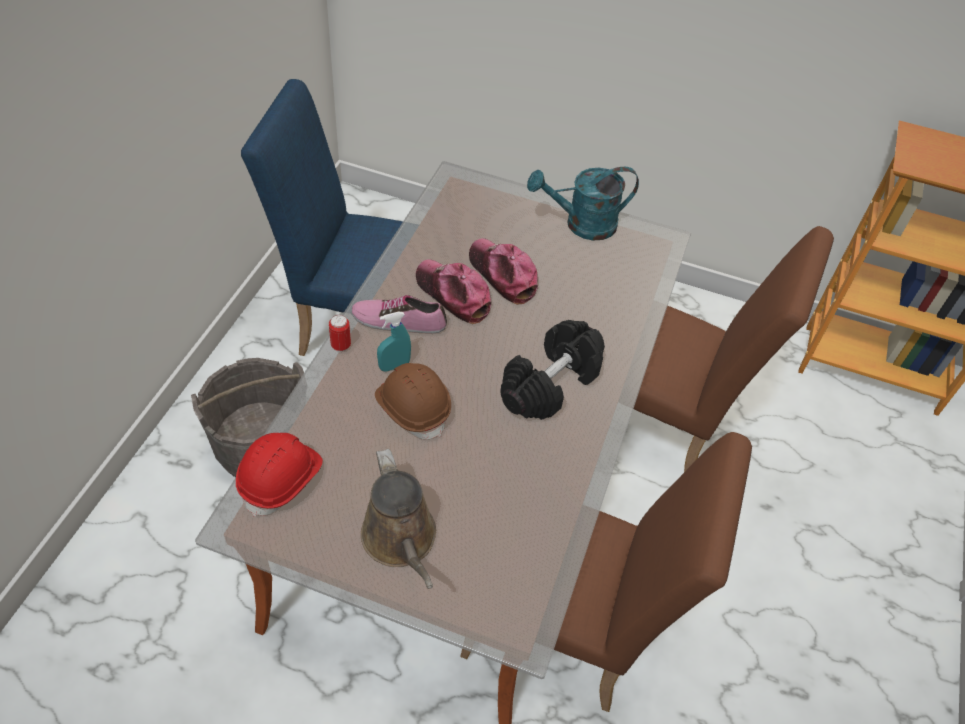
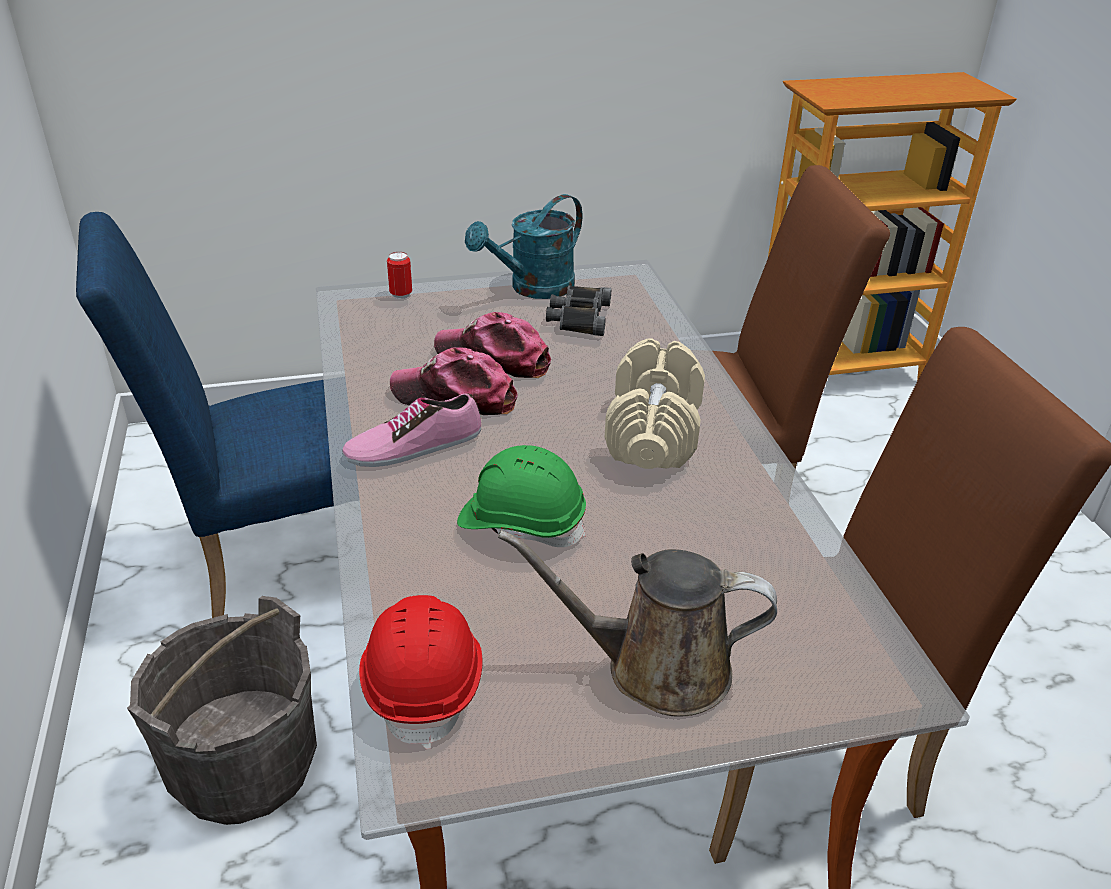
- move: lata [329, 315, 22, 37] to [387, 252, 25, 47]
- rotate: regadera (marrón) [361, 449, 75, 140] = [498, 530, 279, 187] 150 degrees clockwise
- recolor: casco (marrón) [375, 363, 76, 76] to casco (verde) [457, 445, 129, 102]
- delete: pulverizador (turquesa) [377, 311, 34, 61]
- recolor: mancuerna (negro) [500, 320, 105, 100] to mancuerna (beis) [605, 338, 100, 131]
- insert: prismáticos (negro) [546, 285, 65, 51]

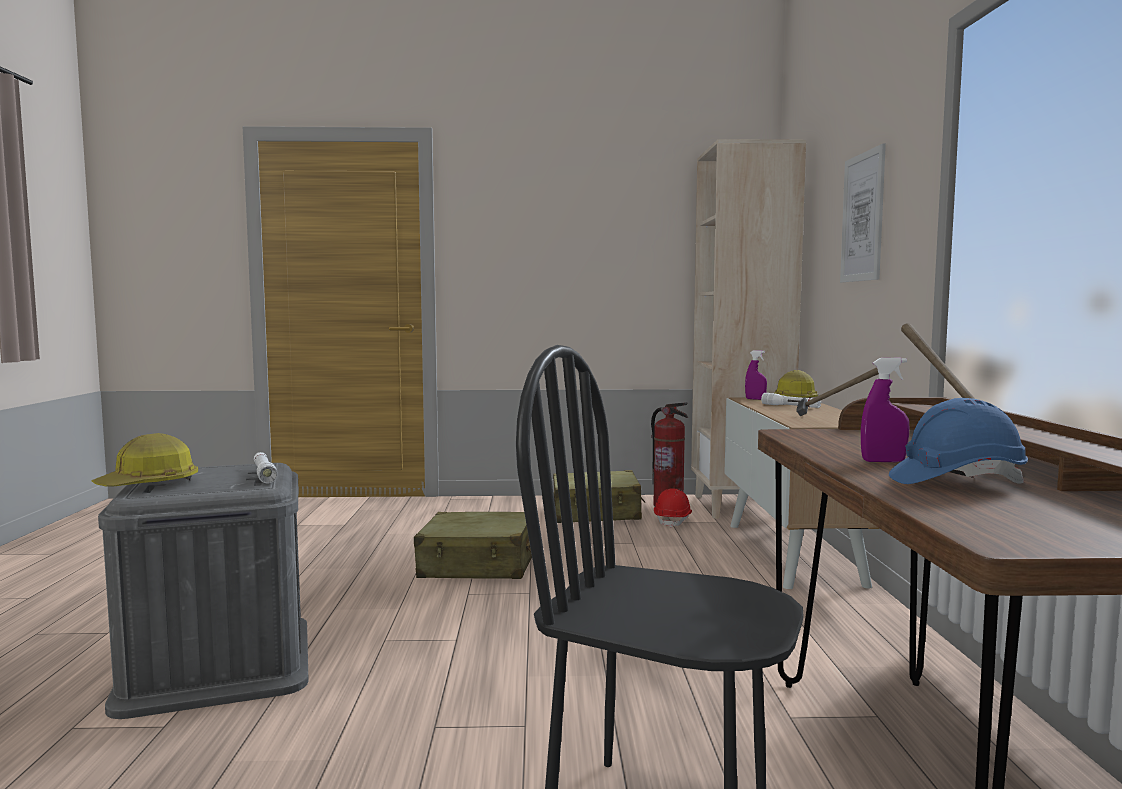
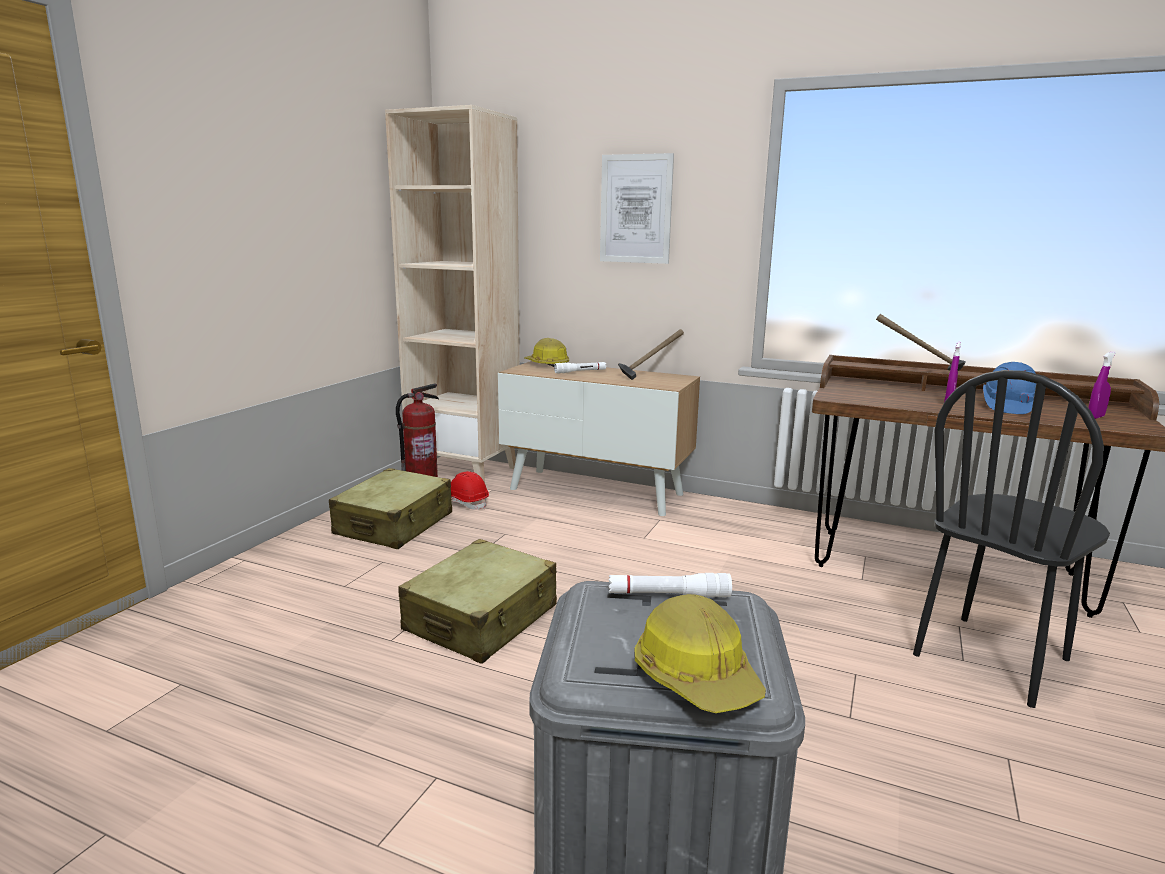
- move: pulverizador (morado) [745, 350, 22, 50] to [1088, 351, 28, 68]

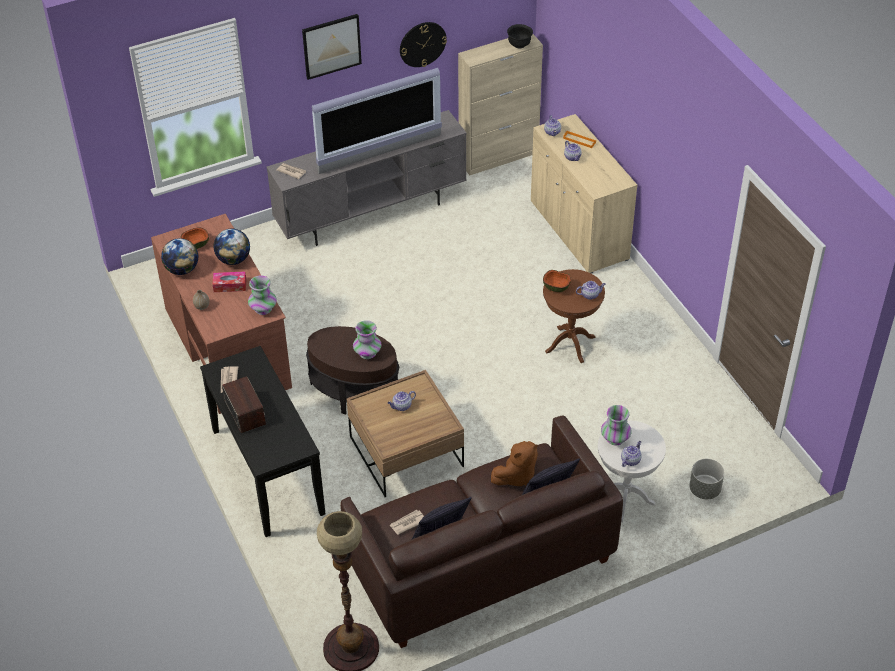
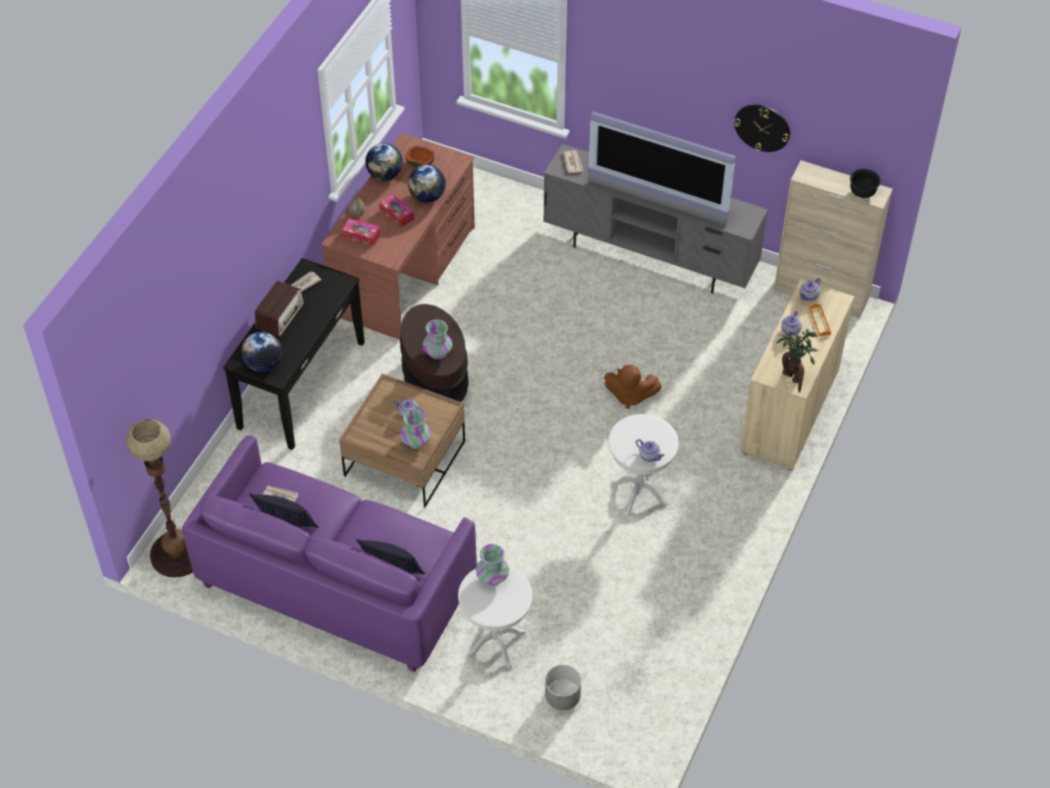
- move: florero [248, 276, 29, 39] to [400, 409, 31, 40]
- delete: cuadro [302, 14, 60, 66]
- recolor: sofá (marrón) [340, 415, 283, 233] to sofá (morado) [182, 435, 295, 237]
- move: peluche (marrón) [491, 441, 47, 45] to [604, 365, 58, 44]
- recolor: mesa auxiliar (marrón) [543, 269, 62, 94] to mesa auxiliar (blanco) [609, 414, 70, 102]
- delete: cuenco [543, 270, 28, 22]
- delete: tetera [621, 441, 21, 26]
- insert: globo terráqueo [241, 332, 41, 40]
- insert: caja de pañuelos [342, 219, 38, 27]
- insert: planta en maceta [776, 328, 42, 64]

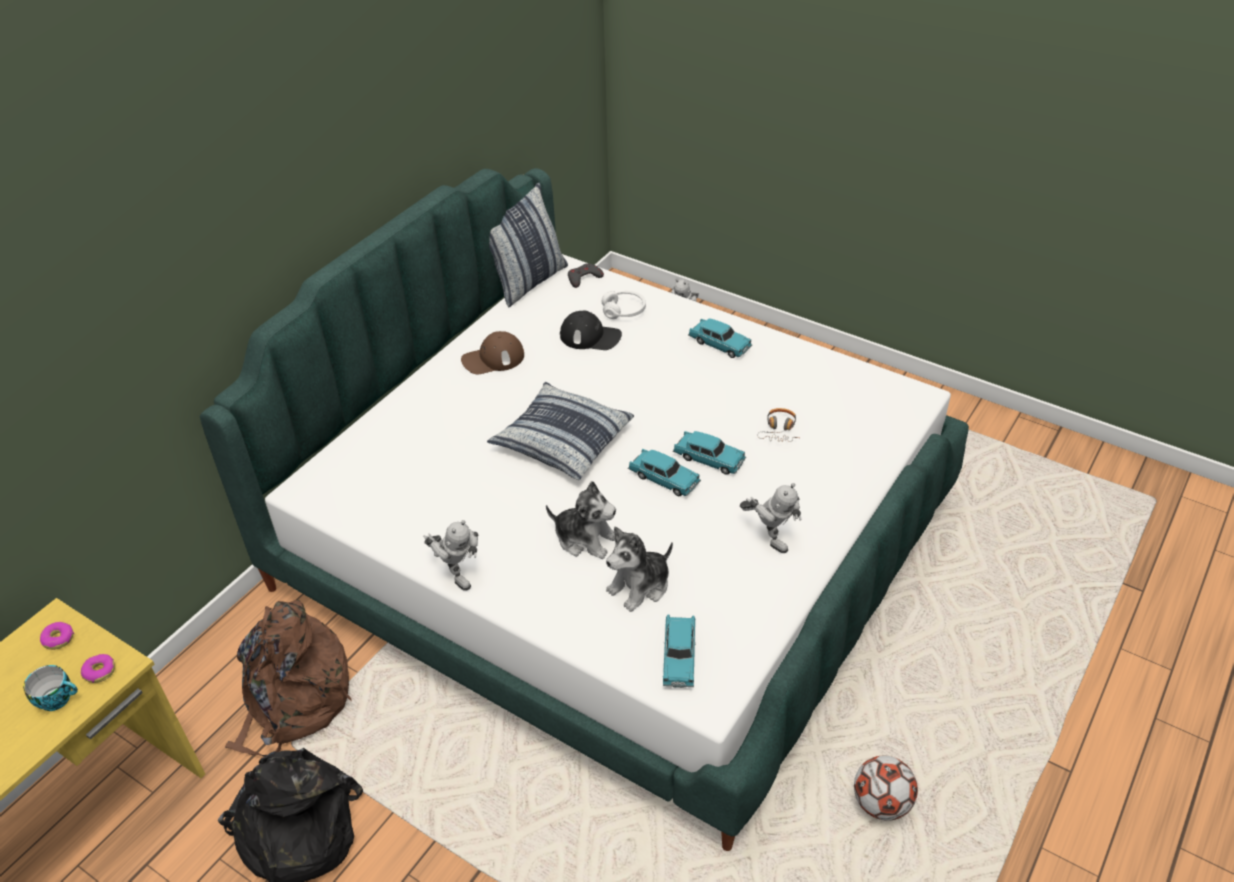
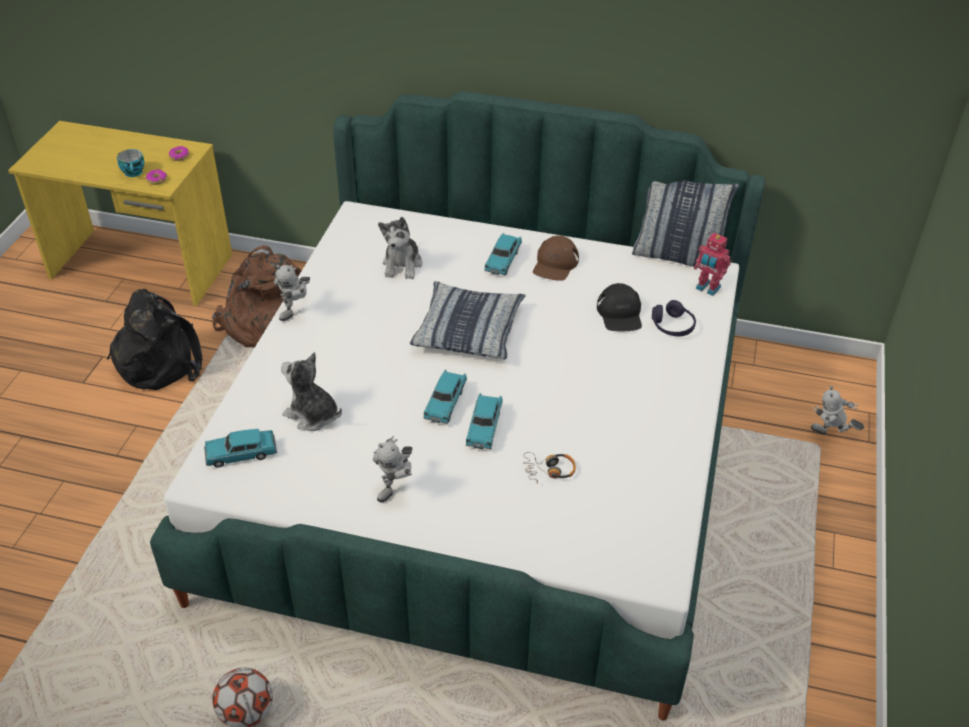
- rotate: gorra (marrón) [461, 331, 63, 43] = [533, 236, 46, 45] 120 degrees counterclockwise
- move: peluche [546, 481, 70, 78] to [378, 217, 44, 62]
- replace: mando de consola (gris) [568, 263, 36, 25] to robot de juguete [694, 233, 37, 63]
- recolor: auriculares (blanco) [602, 291, 44, 28] to auriculares (morado) [652, 300, 44, 37]
- move: coche de juguete (turquesa) [688, 318, 64, 40] to [484, 233, 38, 42]

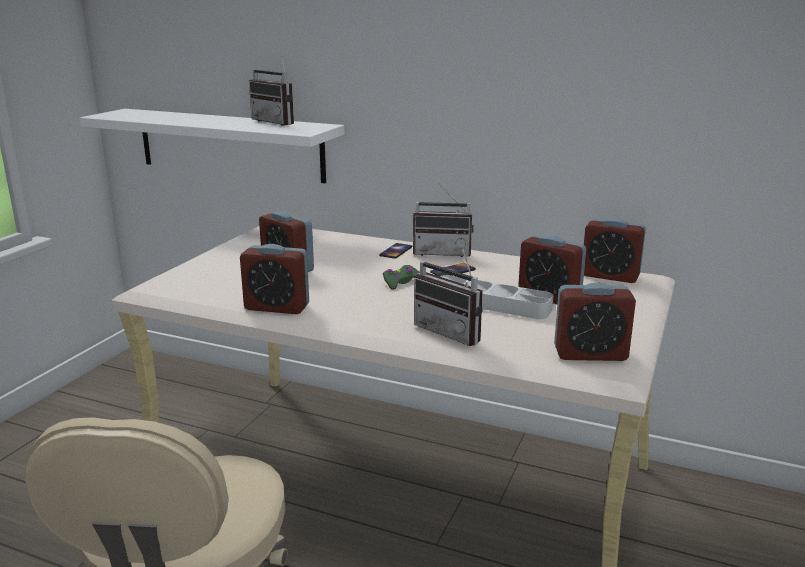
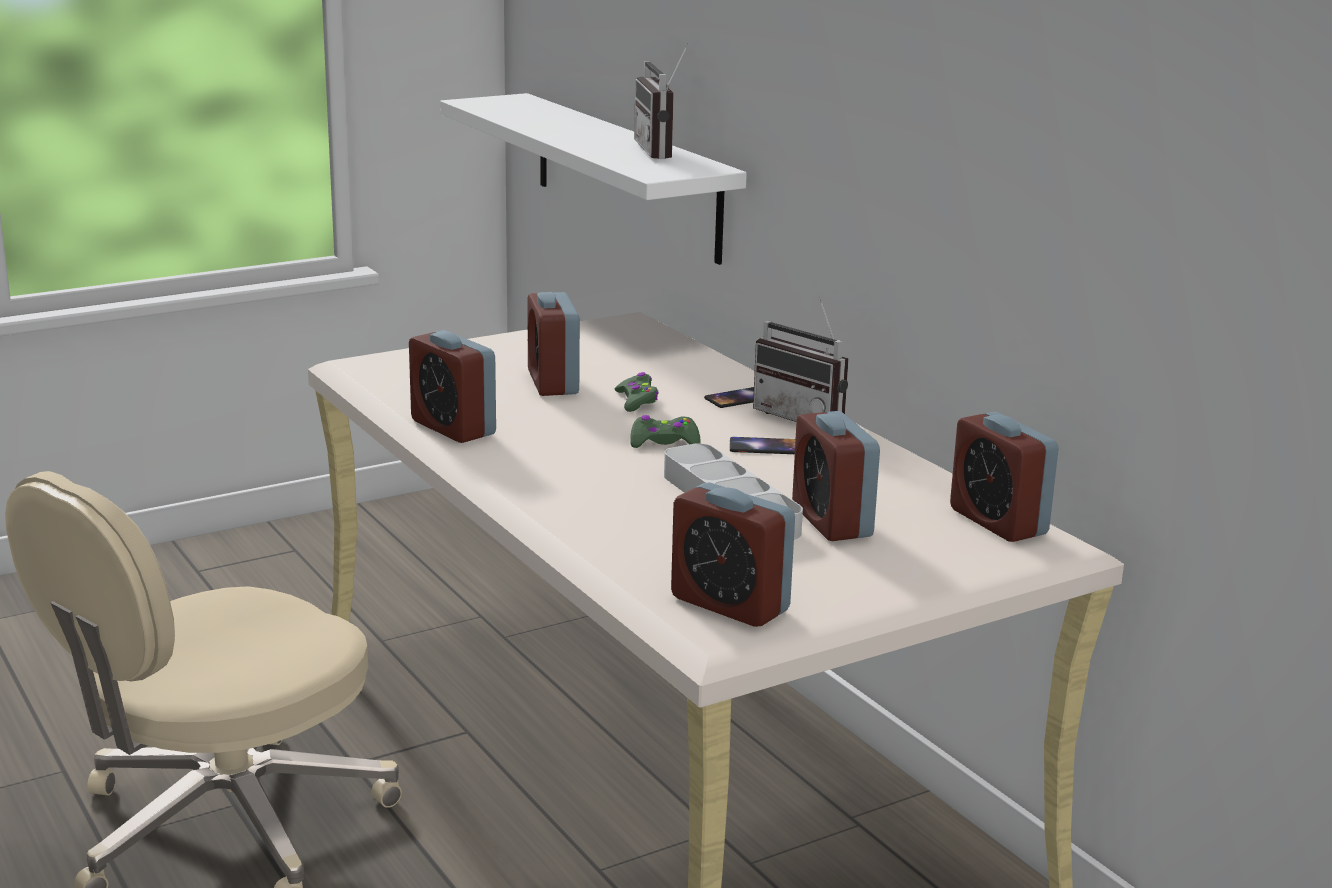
- delete: radio [414, 243, 69, 103]
- insert: mando de consola (verde) [614, 372, 44, 40]

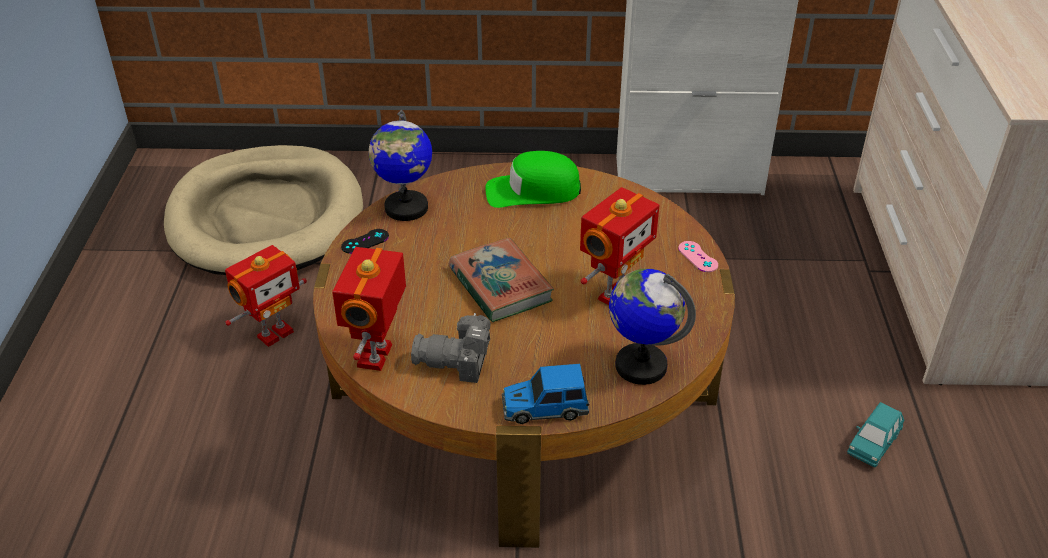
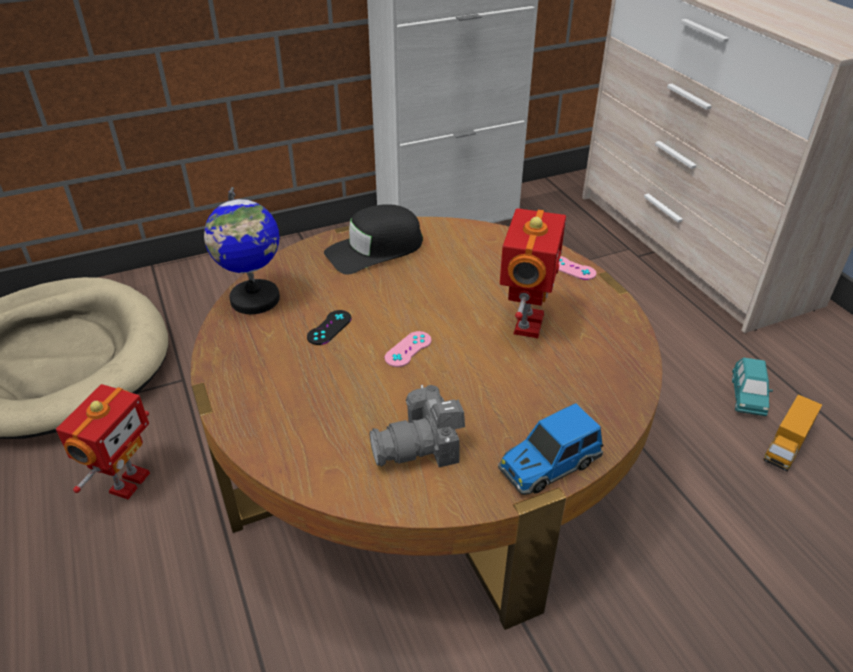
- delete: robot de juguete [332, 247, 74, 124]
- move: mando de consola (negro) [341, 229, 48, 25] to [307, 310, 45, 35]
- replace: libro [449, 238, 105, 84] to mando de consola (rosa) [385, 331, 47, 36]
- recolor: gorra (verde) [485, 151, 96, 57] to gorra (negro) [324, 204, 99, 70]
- delete: globo terráqueo [609, 269, 87, 116]
- insert: camión de juguete [763, 394, 59, 77]

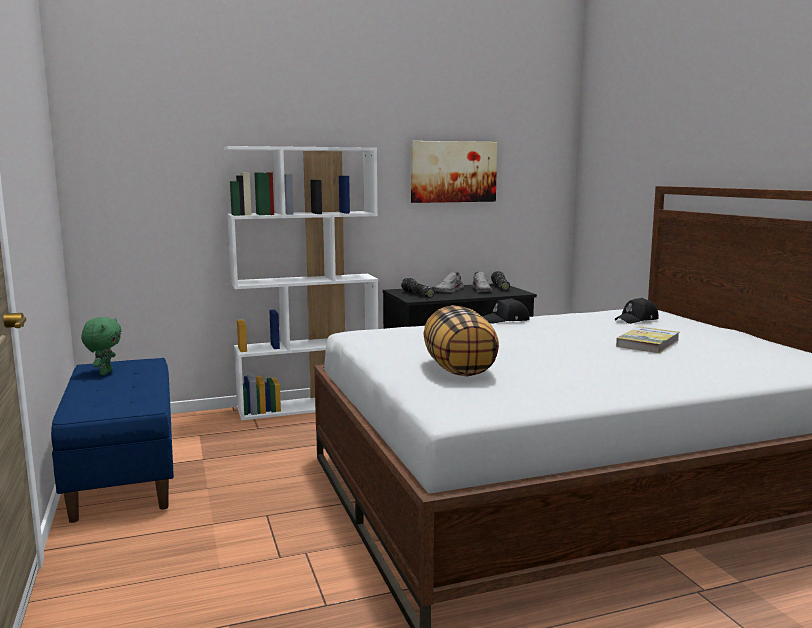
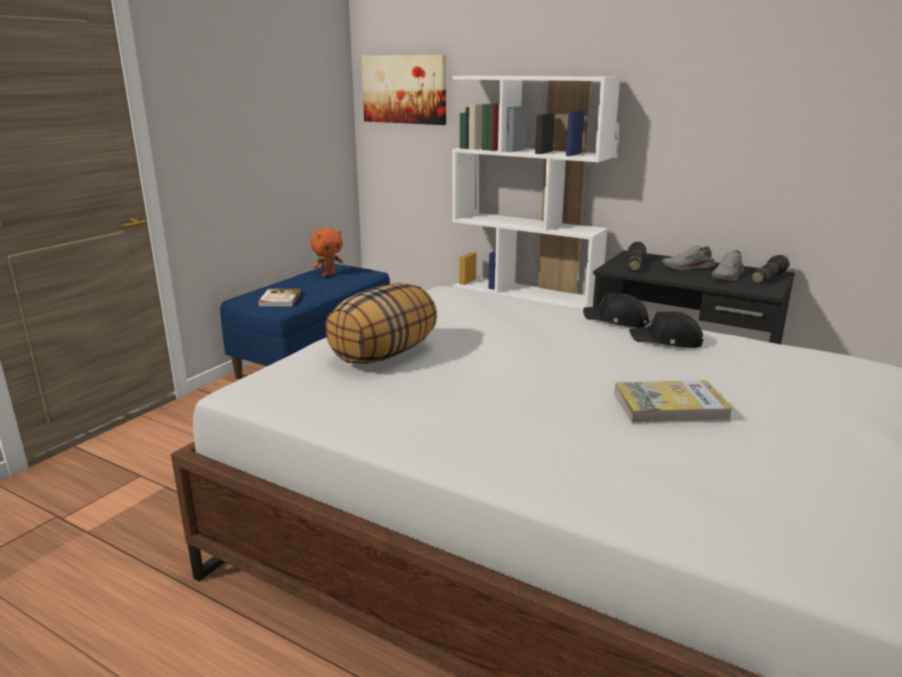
- recolor: peluche (verde) [81, 317, 41, 58] to peluche (naranja) [310, 228, 33, 48]
- move: cuadro [411, 141, 86, 62] to [361, 55, 85, 70]
- move: gorra (negro) [615, 298, 44, 26] to [629, 311, 75, 37]
- insert: libro [258, 289, 43, 18]

